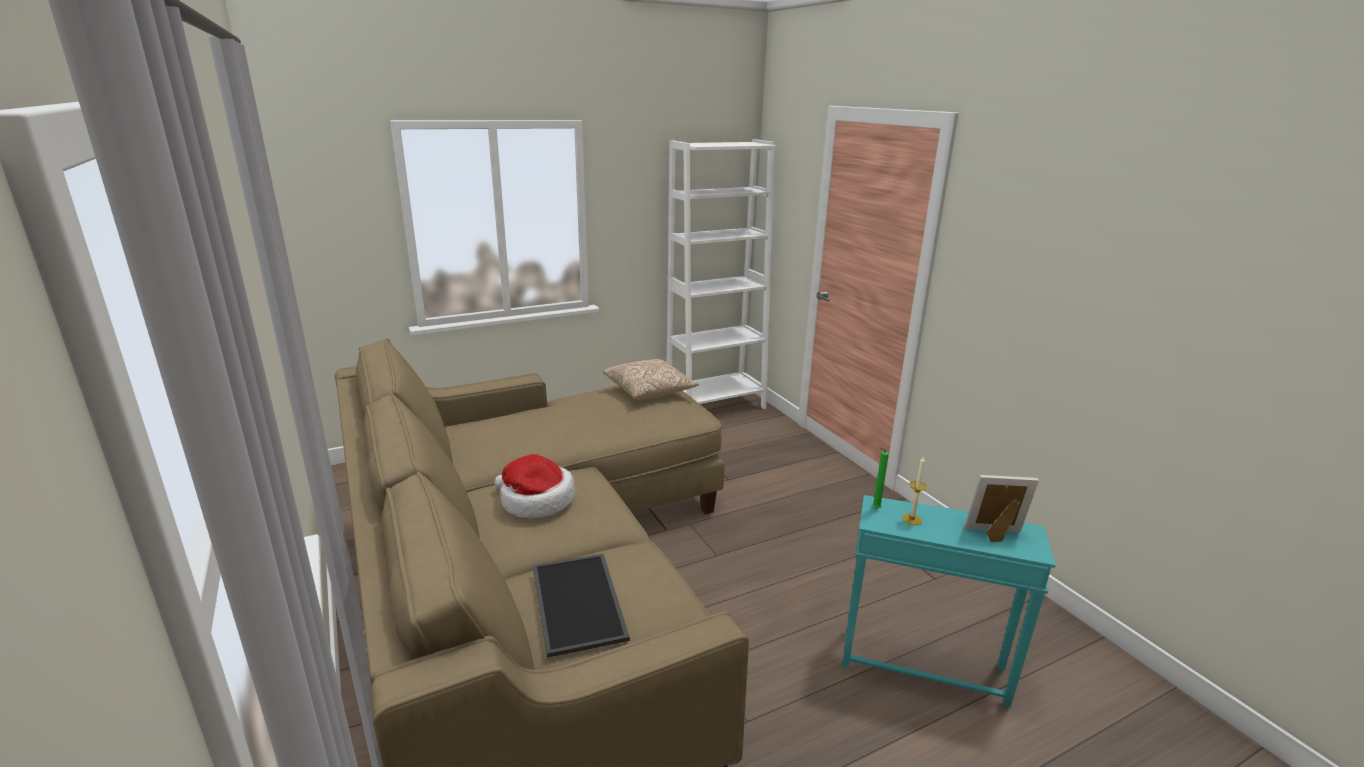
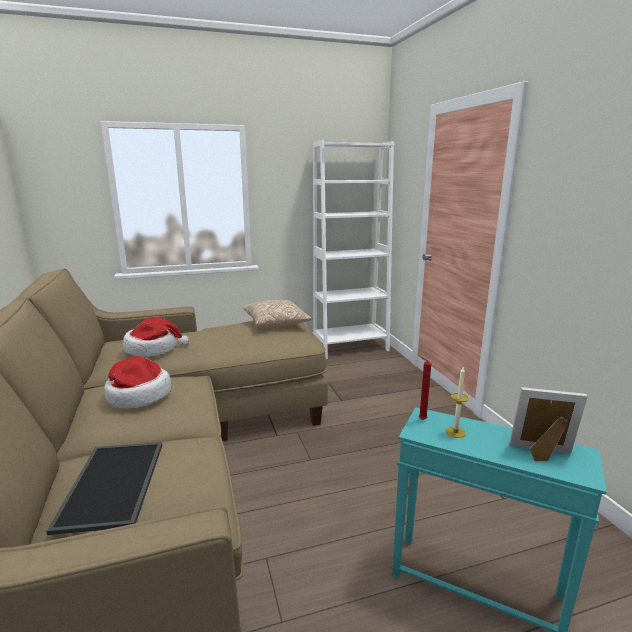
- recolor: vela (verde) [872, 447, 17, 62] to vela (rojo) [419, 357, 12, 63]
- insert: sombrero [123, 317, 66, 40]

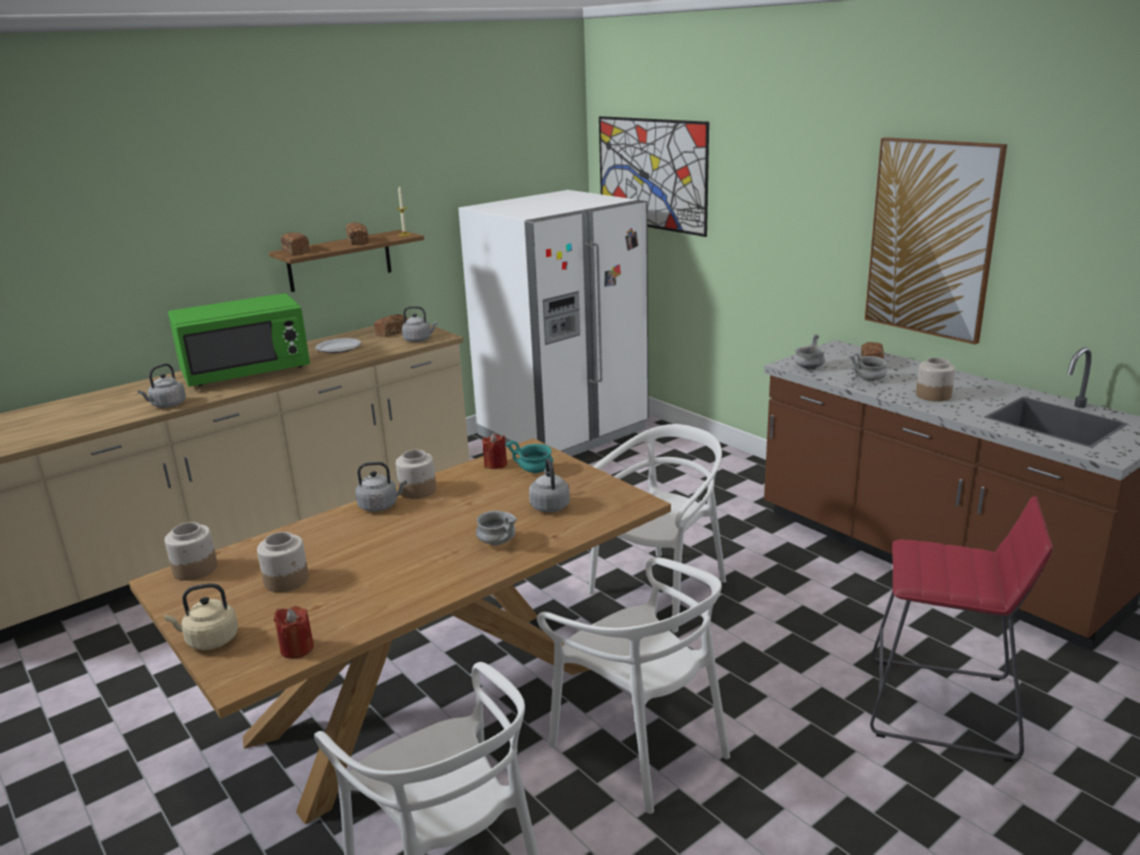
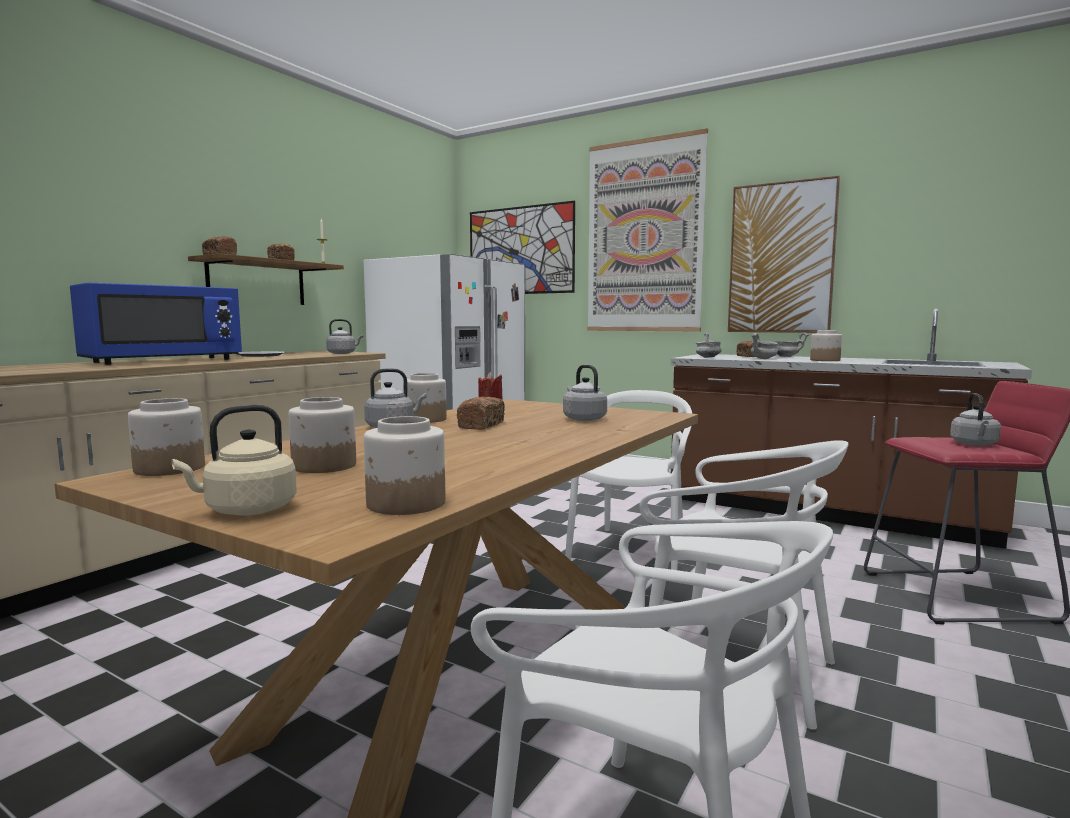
- move: hervidor (gris) [138, 363, 48, 45] to [950, 393, 51, 53]
- recolor: microondas (verde) [168, 293, 142, 94] to microondas (azul) [70, 282, 172, 83]
- replace: vela (rojo) [274, 606, 40, 53] to tarro [364, 416, 81, 99]
- move: pan [374, 314, 34, 23] to [457, 397, 48, 33]
- move: cuenco (gris) [476, 511, 41, 35] to [775, 332, 34, 25]
- delete: cuenco (turquesa) [506, 441, 47, 32]
- insert: cuadro [587, 128, 121, 204]

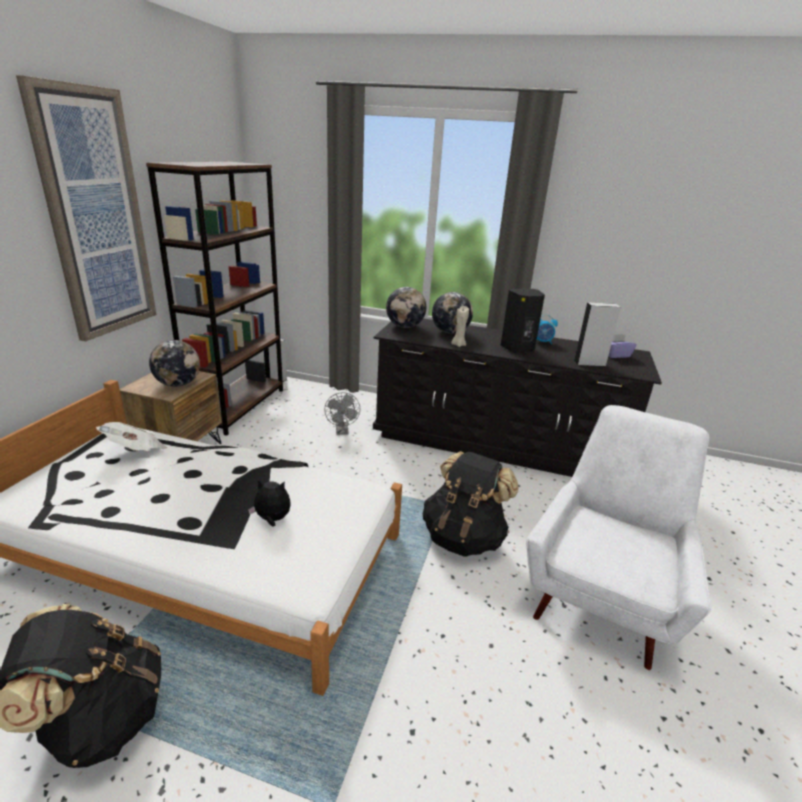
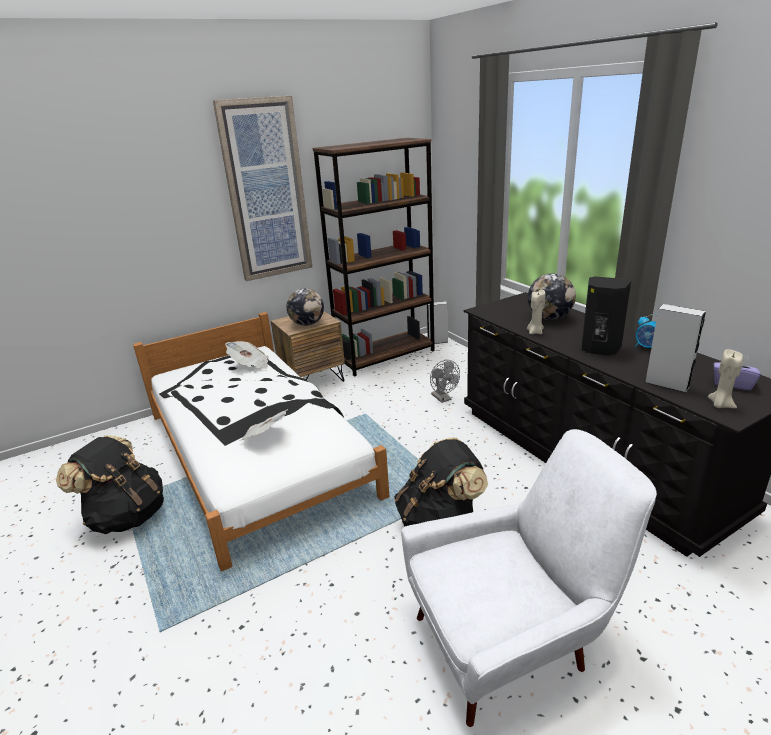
- replace: peluche [248, 479, 43, 48] to periódico [239, 409, 49, 32]
- rotate: ventilador (gris) [324, 392, 36, 43] = [430, 360, 30, 43] 60 degrees counterclockwise
- delete: globo terráqueo [386, 287, 40, 41]
- insert: vela (beis) [708, 349, 35, 59]

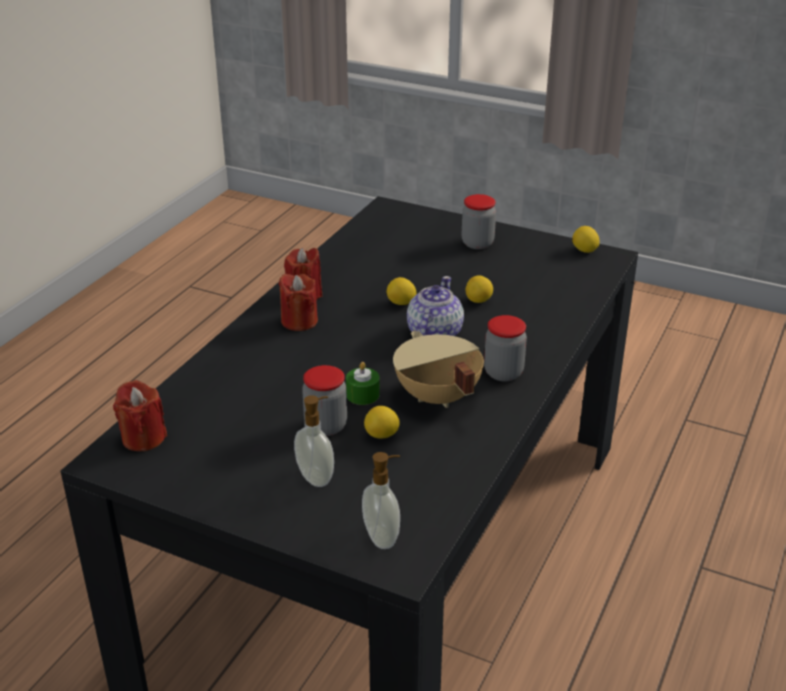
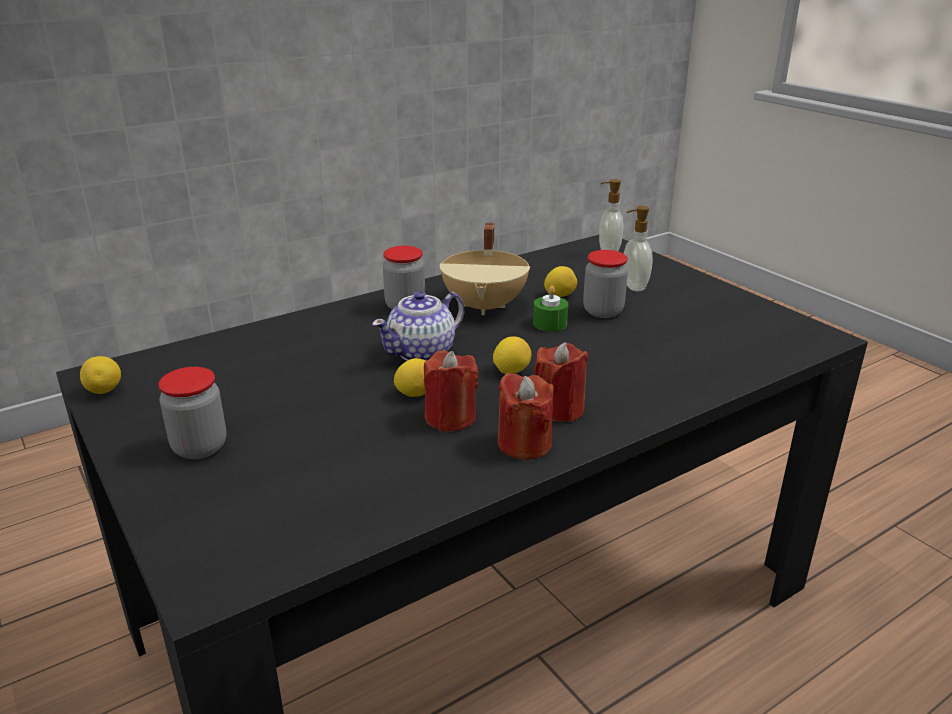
- move: vela (rojo) [113, 380, 54, 71] to [424, 351, 55, 80]
- move: limón [466, 275, 27, 28] to [493, 336, 38, 38]

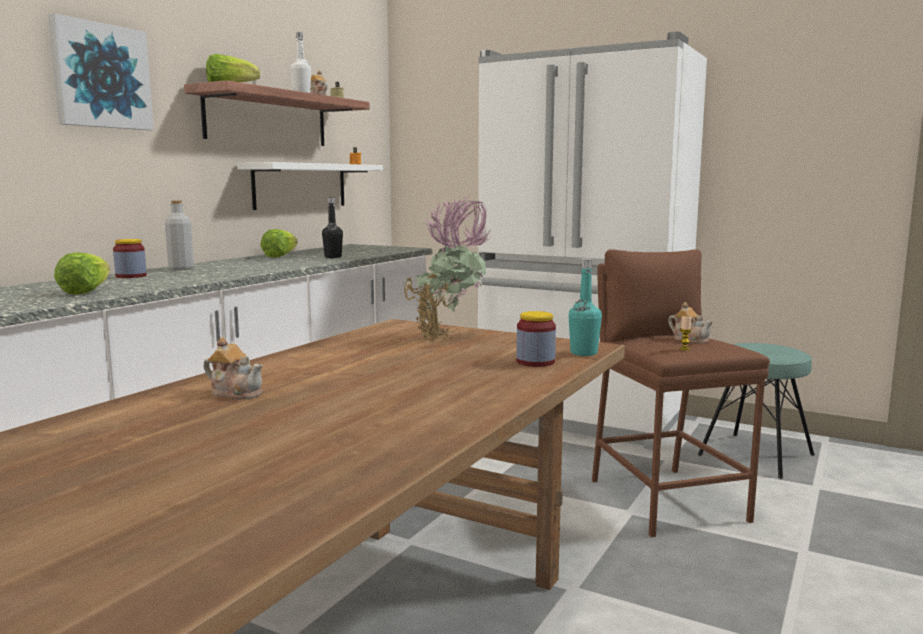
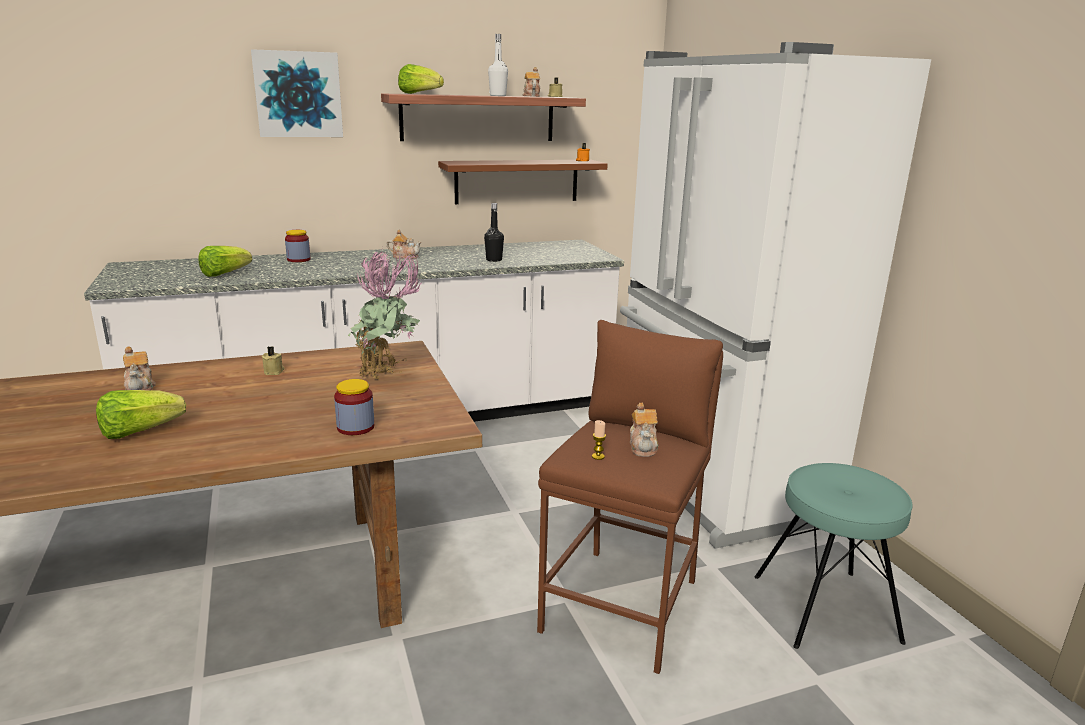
- delete: botella (gris) [165, 200, 29, 70]
- recolor: estante (blanco) [237, 162, 146, 48] to estante (marrón) [438, 160, 170, 44]
- move: lechuga [260, 229, 38, 29] to [96, 390, 90, 49]
- delete: botella (turquesa) [569, 259, 33, 97]
- insert: vela (beis) [262, 346, 23, 29]
- insert: tetera [386, 229, 35, 30]

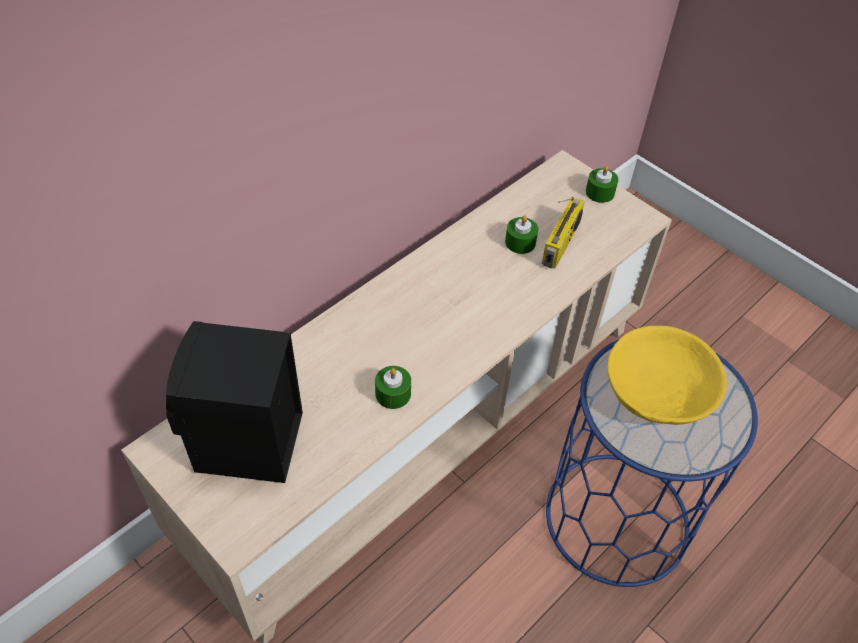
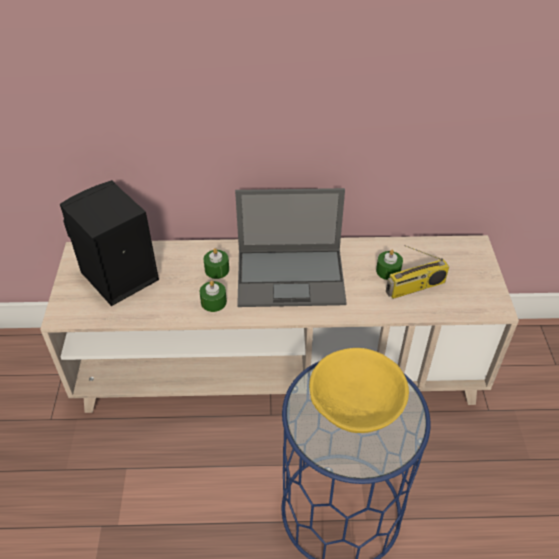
- move: vela (verde) [586, 165, 32, 38] to [204, 248, 25, 31]
- insert: portátil [235, 188, 112, 119]

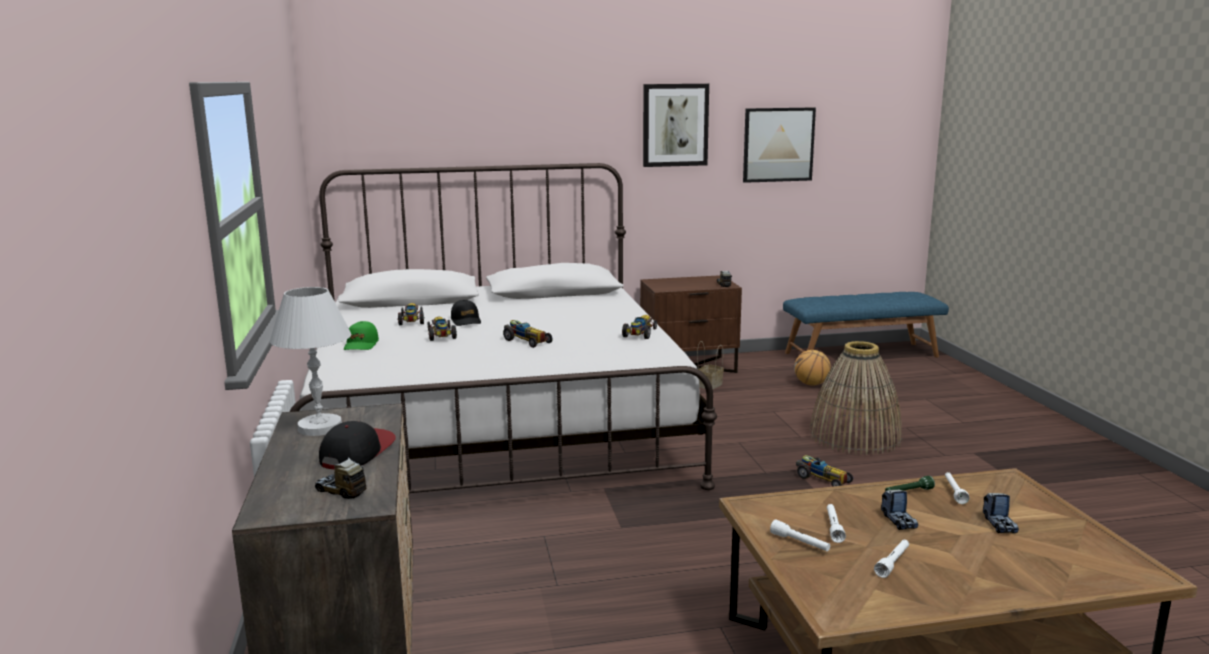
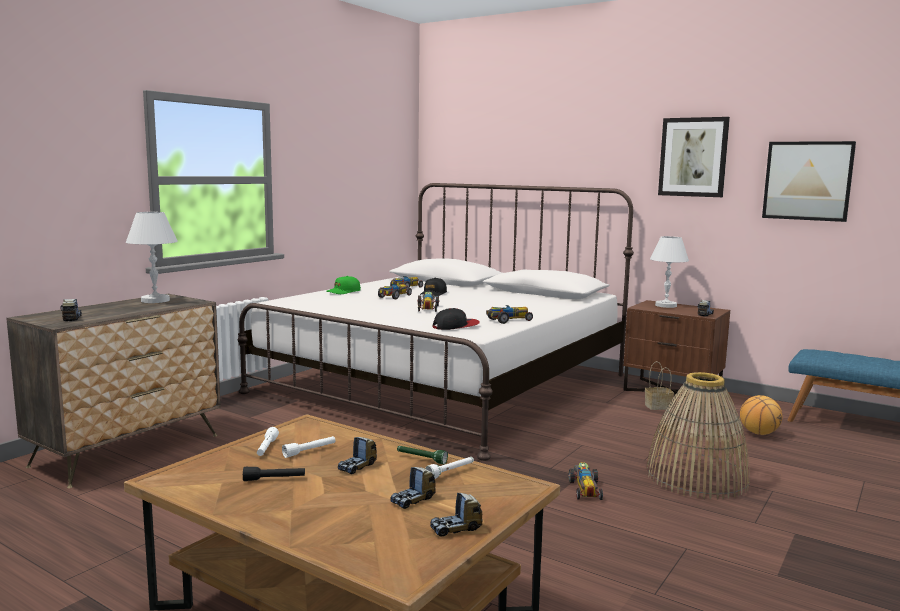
- move: gorra [319, 421, 77, 48] to [432, 308, 48, 22]
- recolor: linterna (blanco) [874, 540, 35, 38] to linterna (negro) [243, 467, 62, 14]
- insert: camión de juguete [430, 493, 53, 44]
- insert: lámpara de mesa (blanco) [650, 236, 39, 72]

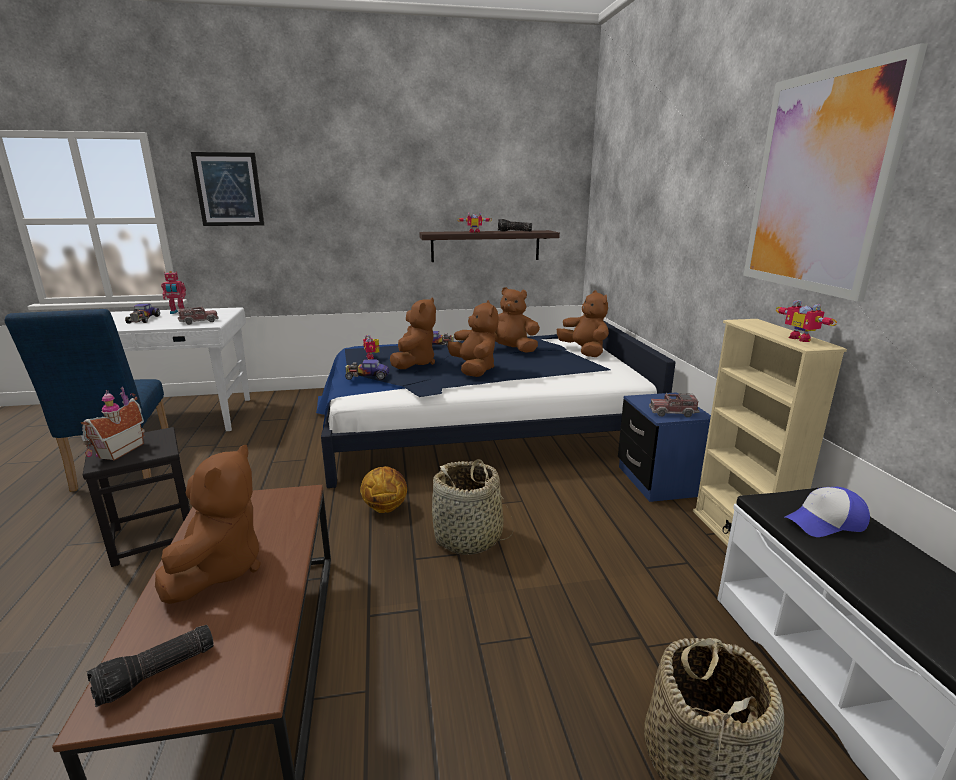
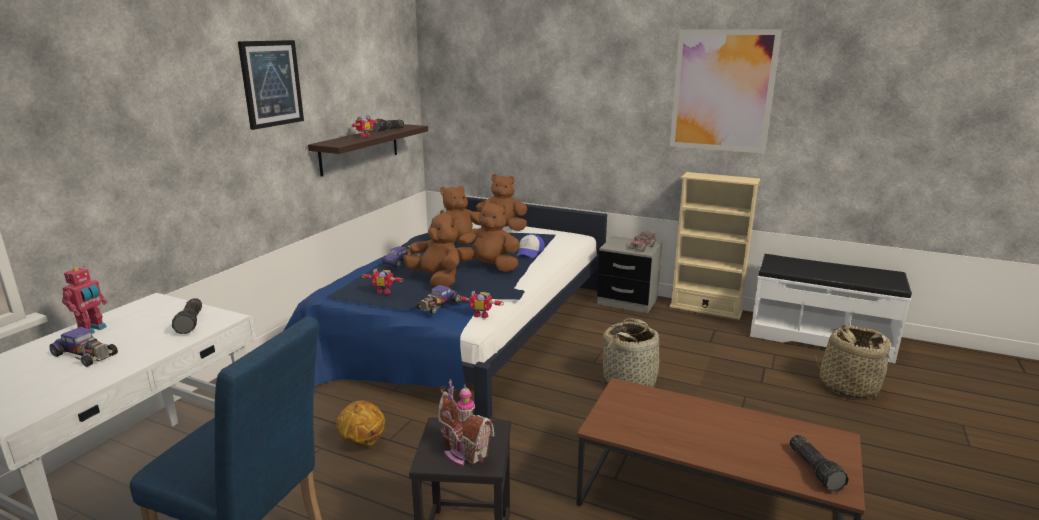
- delete: peluche (marrón) [155, 444, 106, 160]
- replace: camión de juguete [178, 306, 41, 19] to linterna [172, 298, 30, 36]
- move: cuadro [191, 152, 73, 74] to [238, 40, 66, 90]
- move: balón de baloncesto [360, 466, 47, 47] to [336, 400, 49, 47]
- recolor: mesita de noche (azul) [618, 392, 93, 110] to mesita de noche (gris) [597, 236, 65, 77]
- move: robot de juguete [776, 300, 61, 42] to [458, 290, 46, 28]
- move: gorra [785, 487, 85, 50] to [517, 234, 28, 24]

